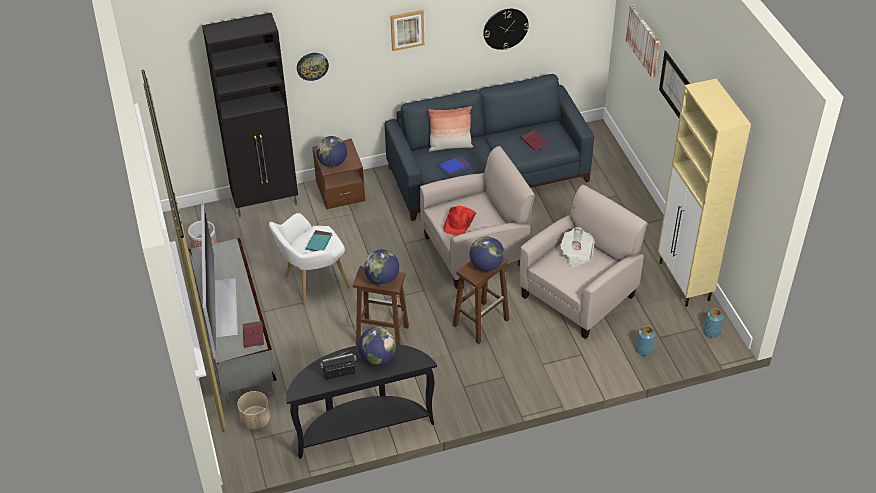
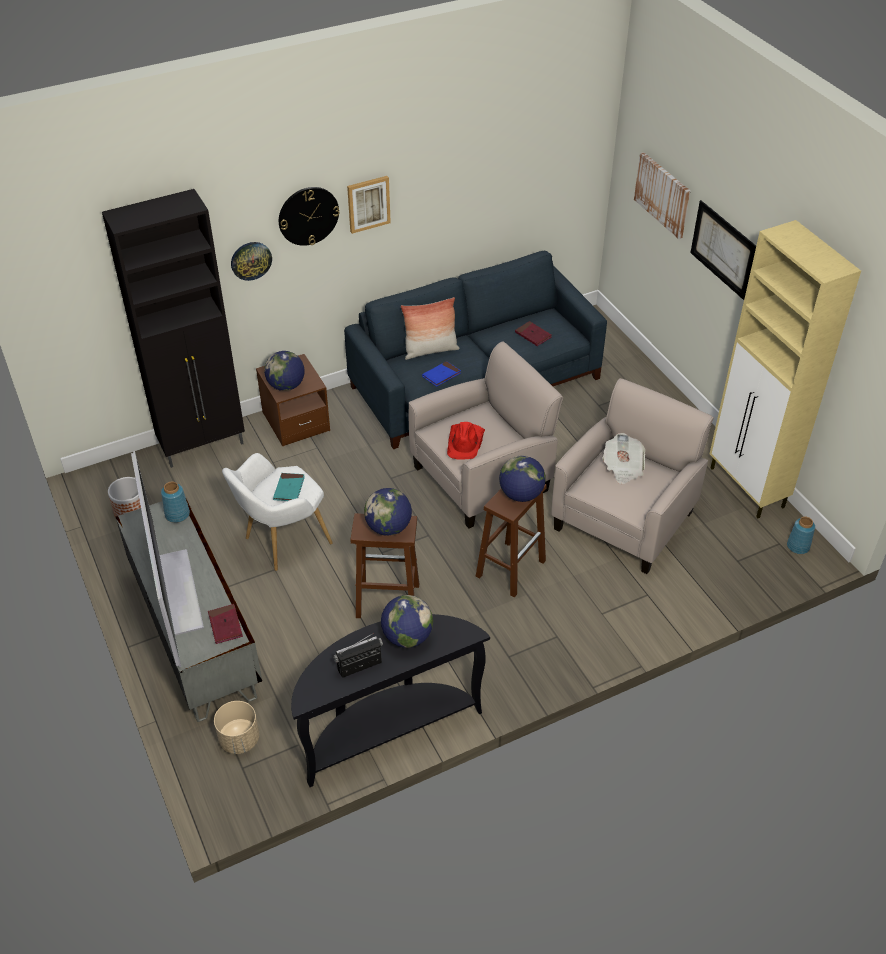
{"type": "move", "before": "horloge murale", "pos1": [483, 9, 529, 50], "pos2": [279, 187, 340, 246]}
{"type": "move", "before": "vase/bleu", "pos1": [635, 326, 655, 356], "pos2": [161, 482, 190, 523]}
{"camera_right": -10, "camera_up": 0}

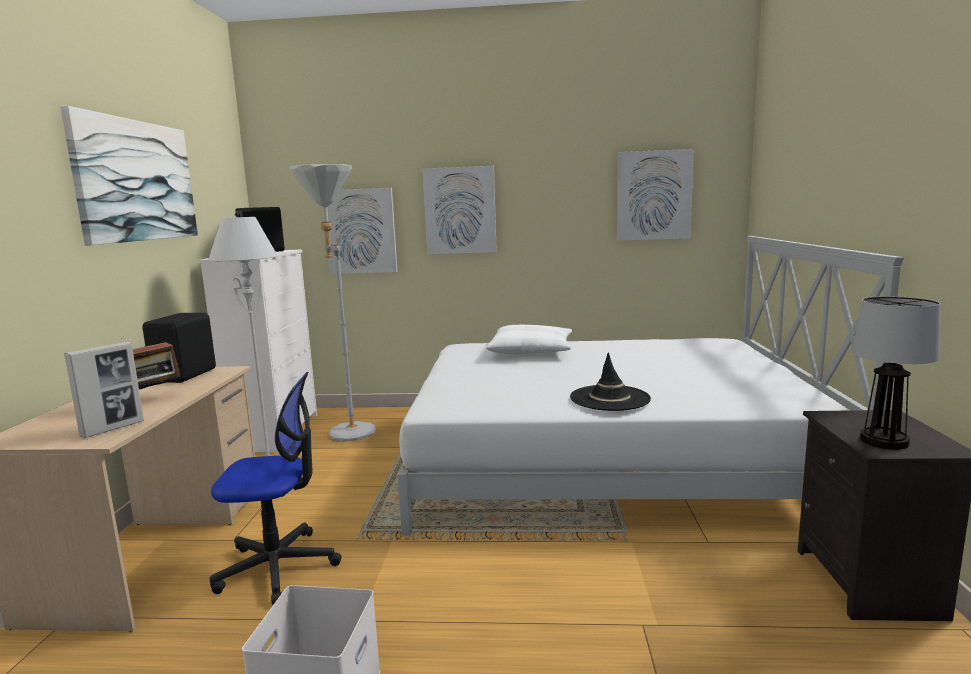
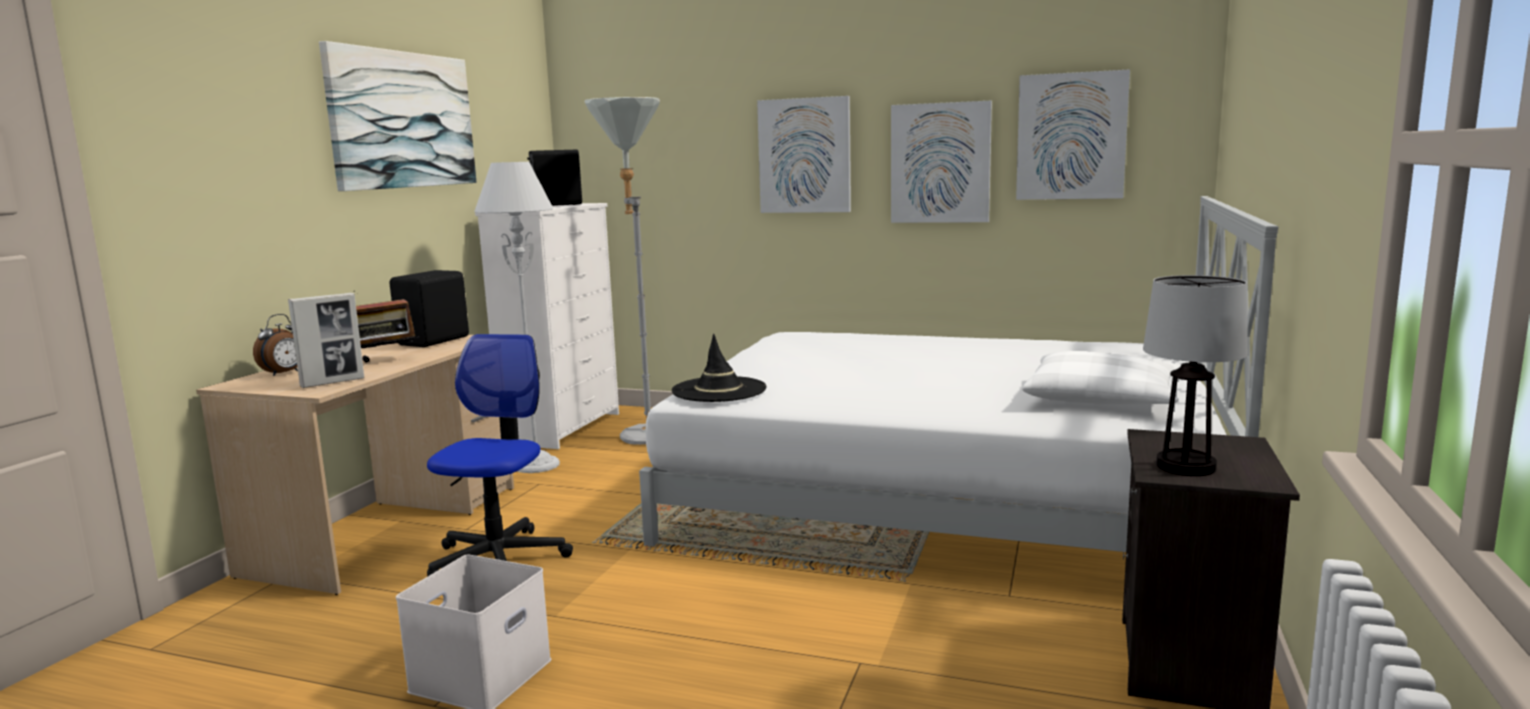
{"type": "insert", "after": "réveil", "pos2": [253, 314, 298, 376]}
{"type": "move", "before": "tableau", "pos1": [327, 188, 398, 274], "pos2": [891, 101, 992, 223]}
{"type": "move", "before": "coussin/blanc", "pos1": [486, 325, 572, 354], "pos2": [1022, 351, 1179, 404]}
{"type": "move", "before": "chapeau/noir", "pos1": [570, 352, 651, 411], "pos2": [671, 334, 767, 402]}
{"type": "rotate", "before": "chaise de bureau", "pos1": [210, 372, 342, 605], "pos2": [427, 334, 573, 577], "turn": -90}
{"camera_right": 15, "camera_up": 0}

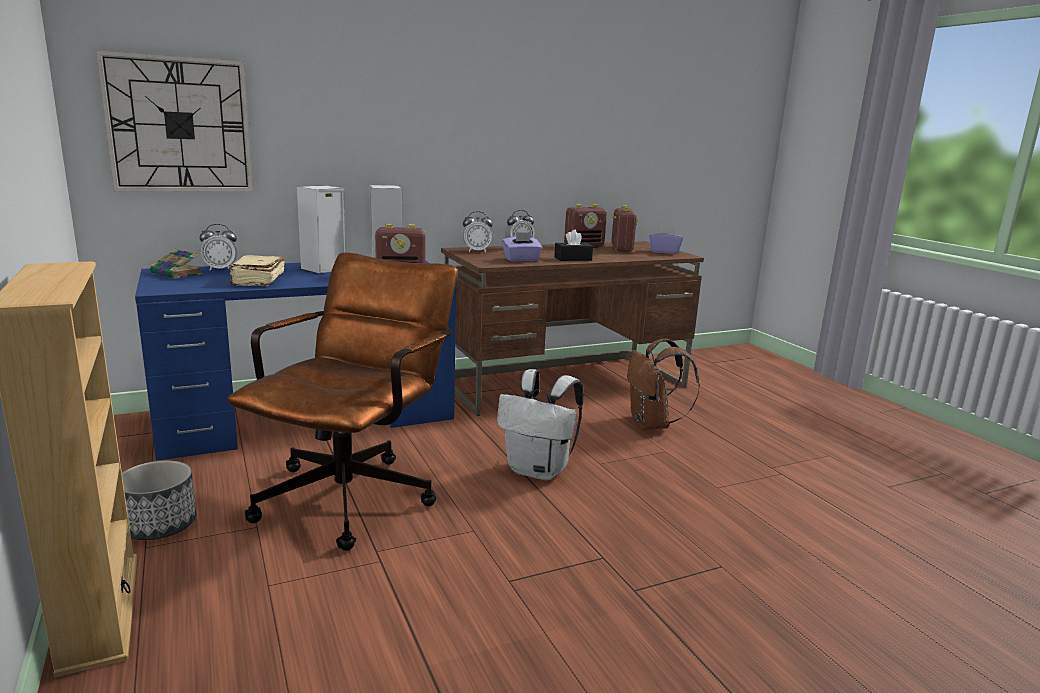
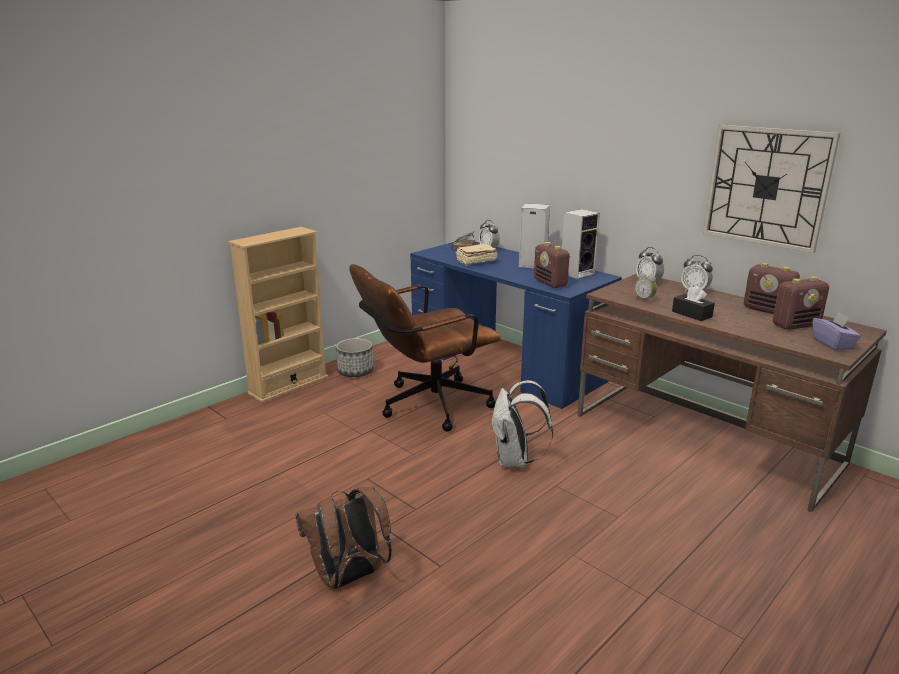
{"type": "move", "before": "horloge murale", "pos1": [95, 50, 253, 192], "pos2": [703, 125, 840, 253]}
{"type": "move", "before": "sac à dos/marron", "pos1": [627, 338, 700, 430], "pos2": [295, 486, 392, 589]}
{"type": "replace", "before": "boîte à mouchoirs/violet", "after": "réveil", "pos1": [502, 232, 543, 262], "pos2": [635, 273, 657, 303]}
{"type": "rotate", "before": "chaise de bureau/marron", "pos1": [227, 252, 458, 551], "pos2": [349, 264, 501, 432], "turn": 150}
{"camera_right": 70, "camera_up": 5}

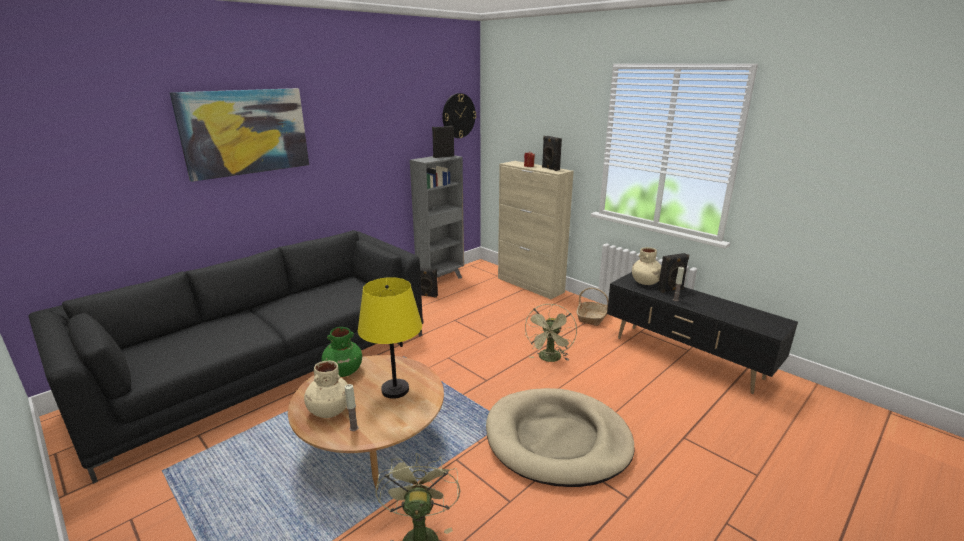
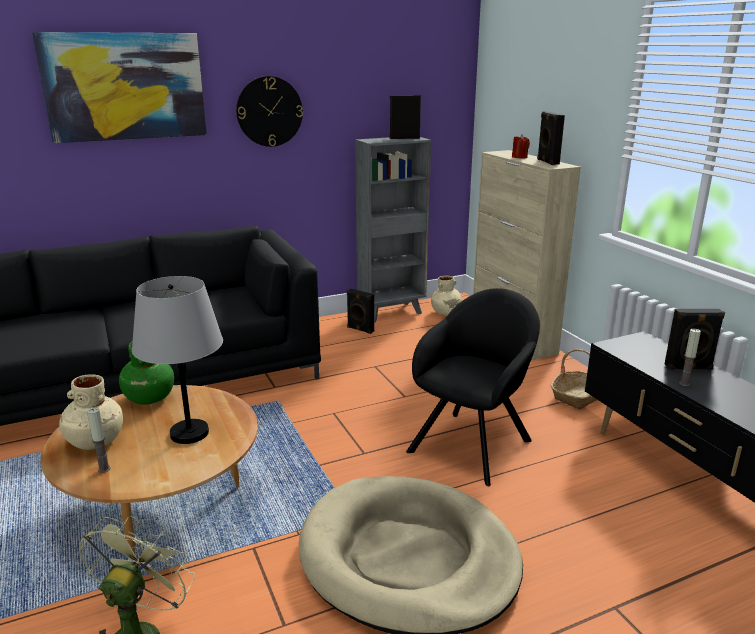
{"type": "move", "before": "horloge murale", "pos1": [442, 93, 476, 138], "pos2": [236, 76, 303, 147]}
{"type": "move", "before": "vase/beige", "pos1": [632, 247, 661, 285], "pos2": [431, 276, 463, 315]}
{"type": "replace", "before": "ventilateur/vert", "after": "fauteuil/noir", "pos1": [524, 304, 577, 362], "pos2": [406, 288, 540, 486]}
{"type": "recolor", "before": "lampe de table/jaune", "after": "lampe de table/gris", "pos1": [358, 277, 422, 399], "pos2": [132, 276, 223, 444]}
{"camera_right": 20, "camera_up": 0}

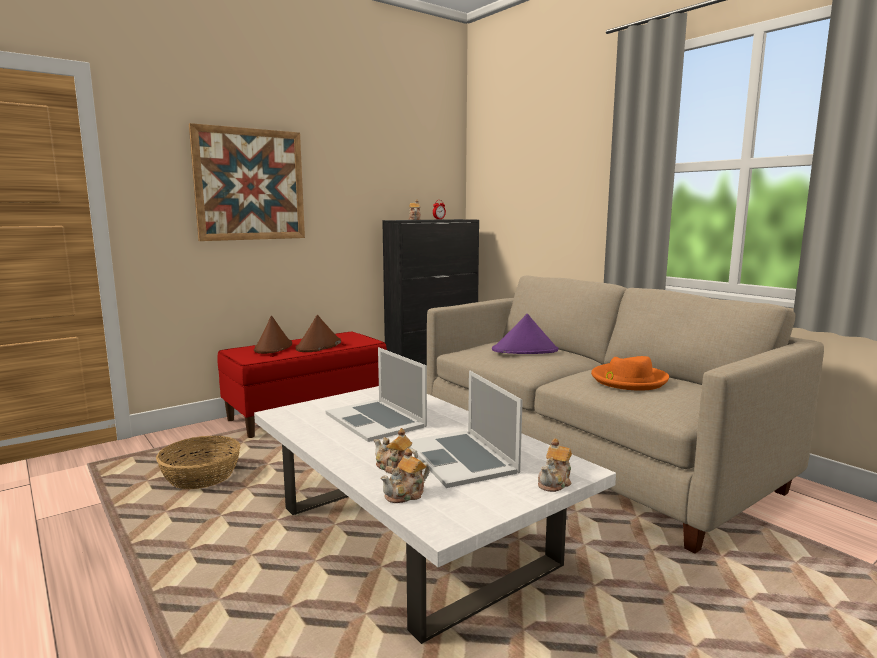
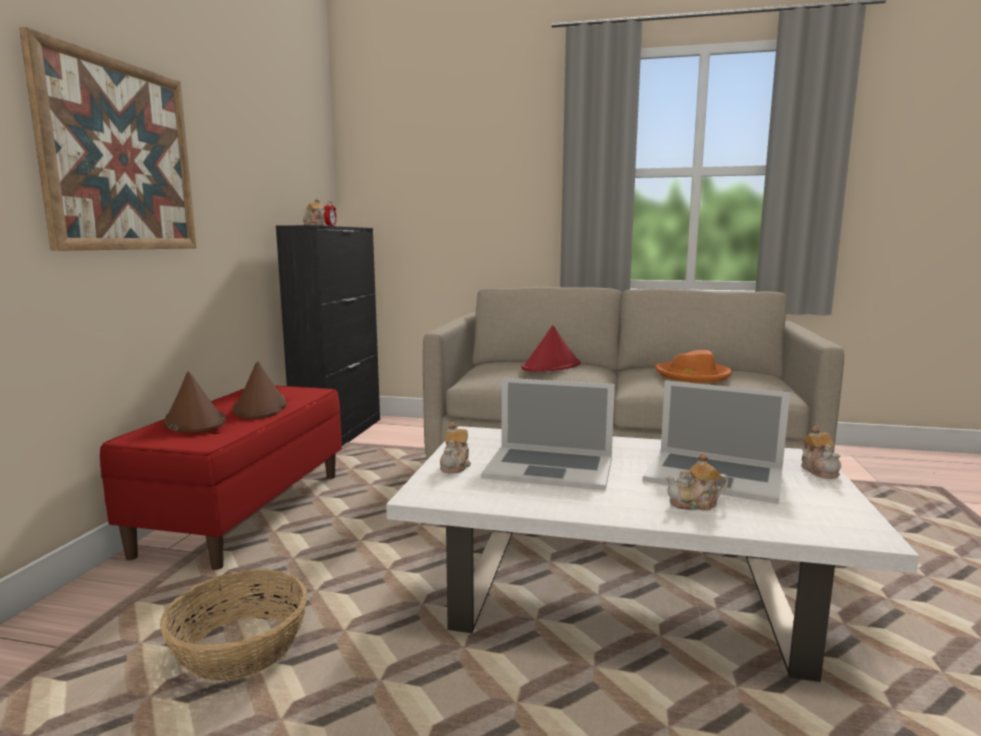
{"type": "move", "before": "théière", "pos1": [381, 448, 430, 503], "pos2": [440, 422, 471, 474]}
{"type": "recolor", "before": "chapeau/violet", "after": "chapeau/rouge", "pos1": [492, 314, 558, 354], "pos2": [522, 325, 581, 372]}
{"camera_right": -40, "camera_up": 0}

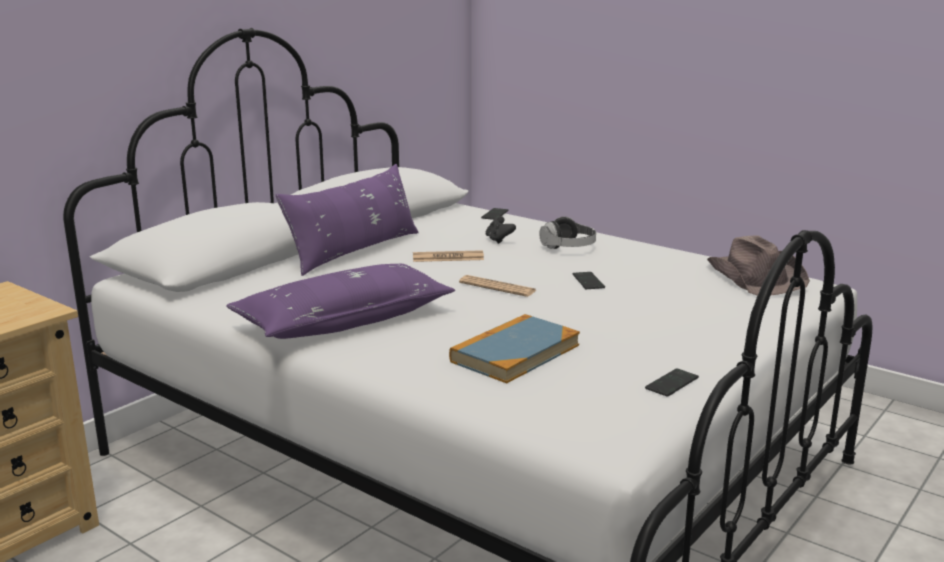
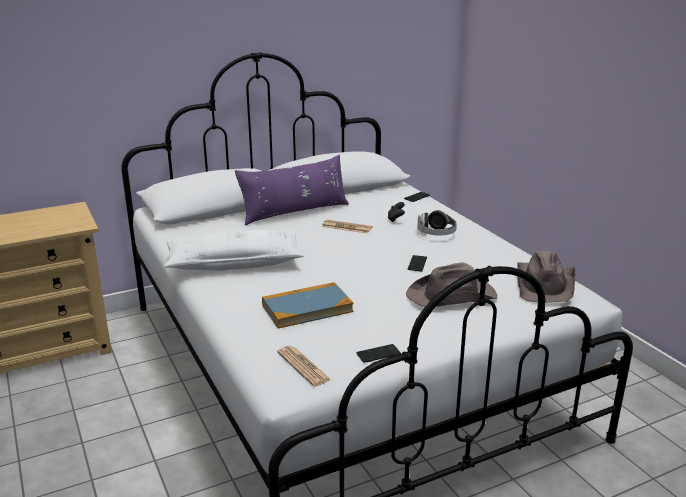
{"type": "insert", "after": "chapeau/marron", "pos2": [406, 263, 497, 307]}
{"type": "move", "before": "journal", "pos1": [459, 275, 537, 297], "pos2": [277, 346, 331, 387]}
{"type": "recolor", "before": "coussin/violet", "after": "coussin/blanc", "pos1": [226, 263, 455, 339], "pos2": [164, 230, 304, 271]}
{"camera_right": 25, "camera_up": 5}

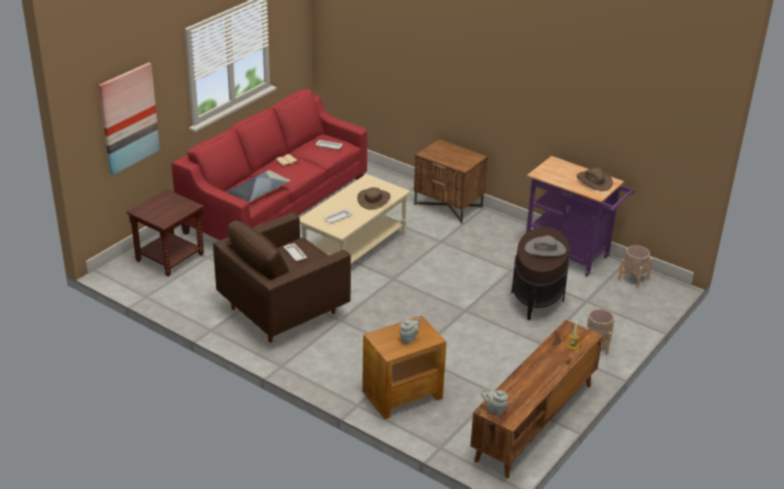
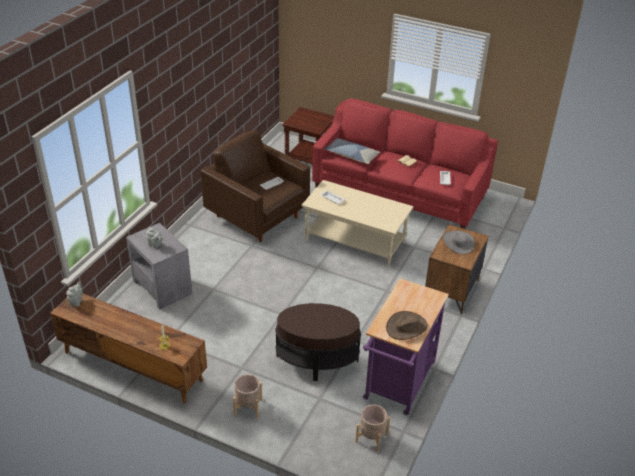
{"type": "delete", "before": "tableau", "pos1": [99, 62, 160, 175]}
{"type": "delete", "before": "chapeau/marron", "pos1": [357, 187, 390, 209]}
{"type": "move", "before": "chapeau/gris", "pos1": [525, 235, 566, 256], "pos2": [443, 231, 475, 254]}
{"type": "recolor", "before": "table d'appoint/marron", "after": "table d'appoint/gris", "pos1": [362, 316, 446, 419], "pos2": [126, 223, 192, 309]}
{"camera_right": 80, "camera_up": 5}

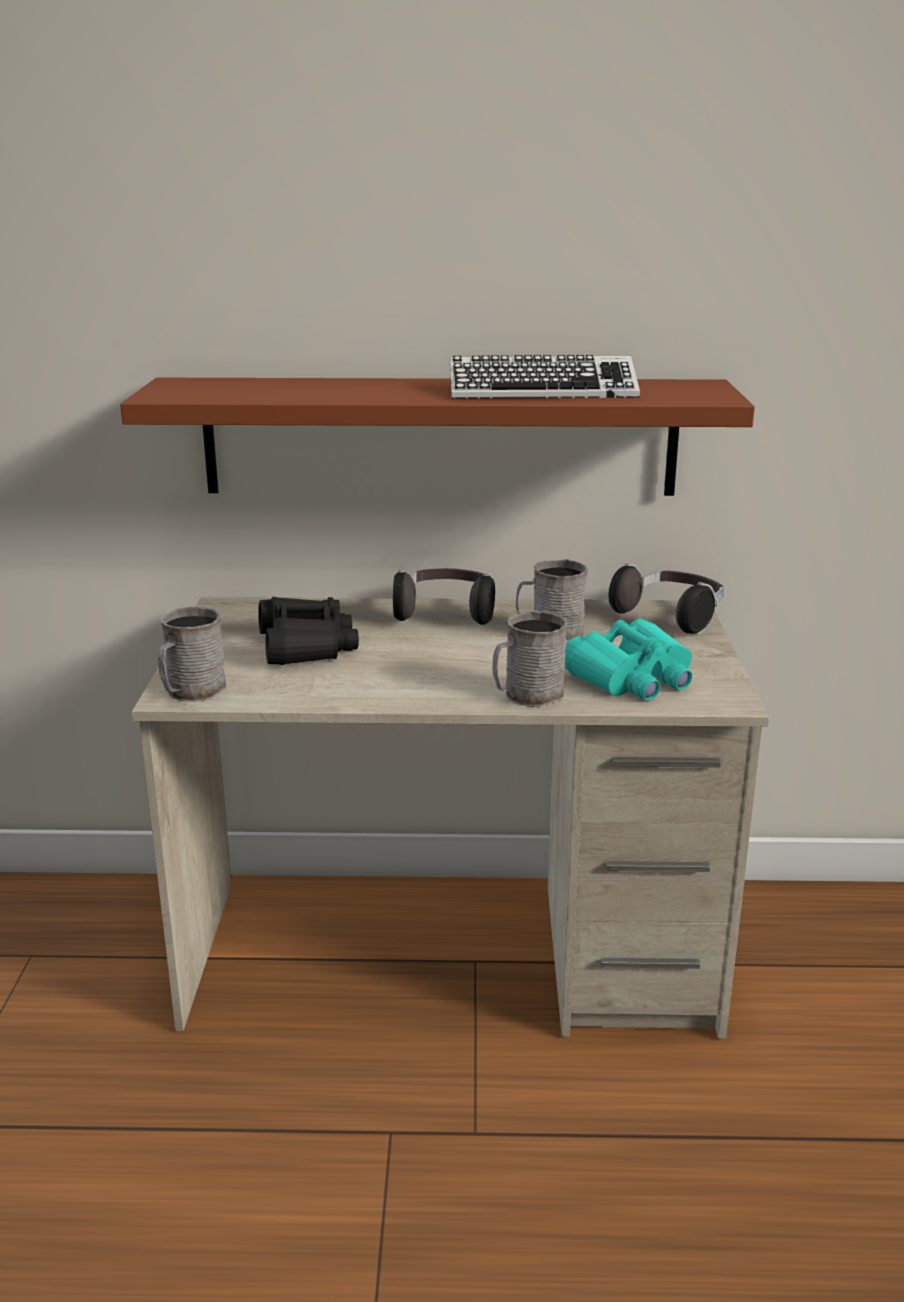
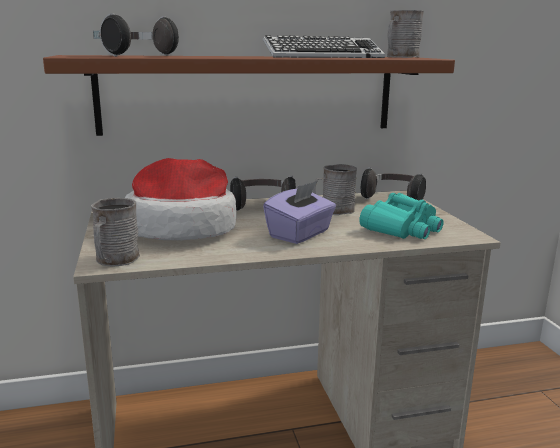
{"type": "insert", "after": "casque audio", "pos2": [93, 13, 179, 56]}
{"type": "insert", "after": "boîte à mouchoirs/violet", "pos2": [263, 181, 336, 244]}
{"type": "move", "before": "mug/gris", "pos1": [492, 610, 567, 707], "pos2": [387, 10, 424, 58]}
{"type": "replace", "before": "jumelles/noir", "after": "chapeau", "pos1": [258, 597, 359, 665], "pos2": [125, 158, 236, 240]}
{"camera_right": -15, "camera_up": -5}

